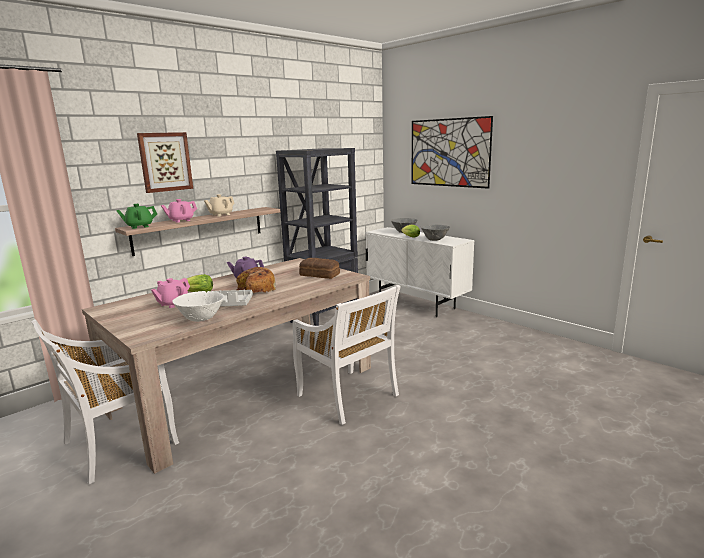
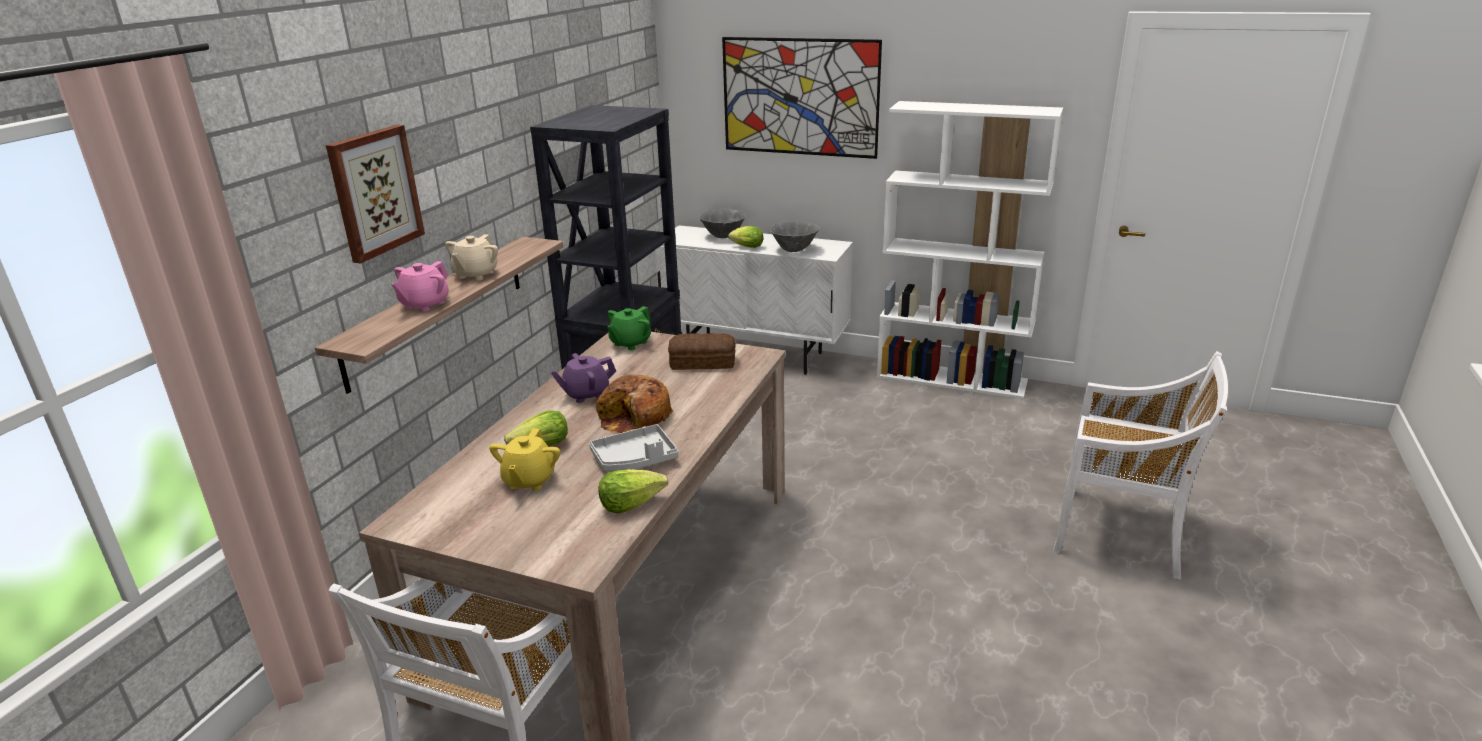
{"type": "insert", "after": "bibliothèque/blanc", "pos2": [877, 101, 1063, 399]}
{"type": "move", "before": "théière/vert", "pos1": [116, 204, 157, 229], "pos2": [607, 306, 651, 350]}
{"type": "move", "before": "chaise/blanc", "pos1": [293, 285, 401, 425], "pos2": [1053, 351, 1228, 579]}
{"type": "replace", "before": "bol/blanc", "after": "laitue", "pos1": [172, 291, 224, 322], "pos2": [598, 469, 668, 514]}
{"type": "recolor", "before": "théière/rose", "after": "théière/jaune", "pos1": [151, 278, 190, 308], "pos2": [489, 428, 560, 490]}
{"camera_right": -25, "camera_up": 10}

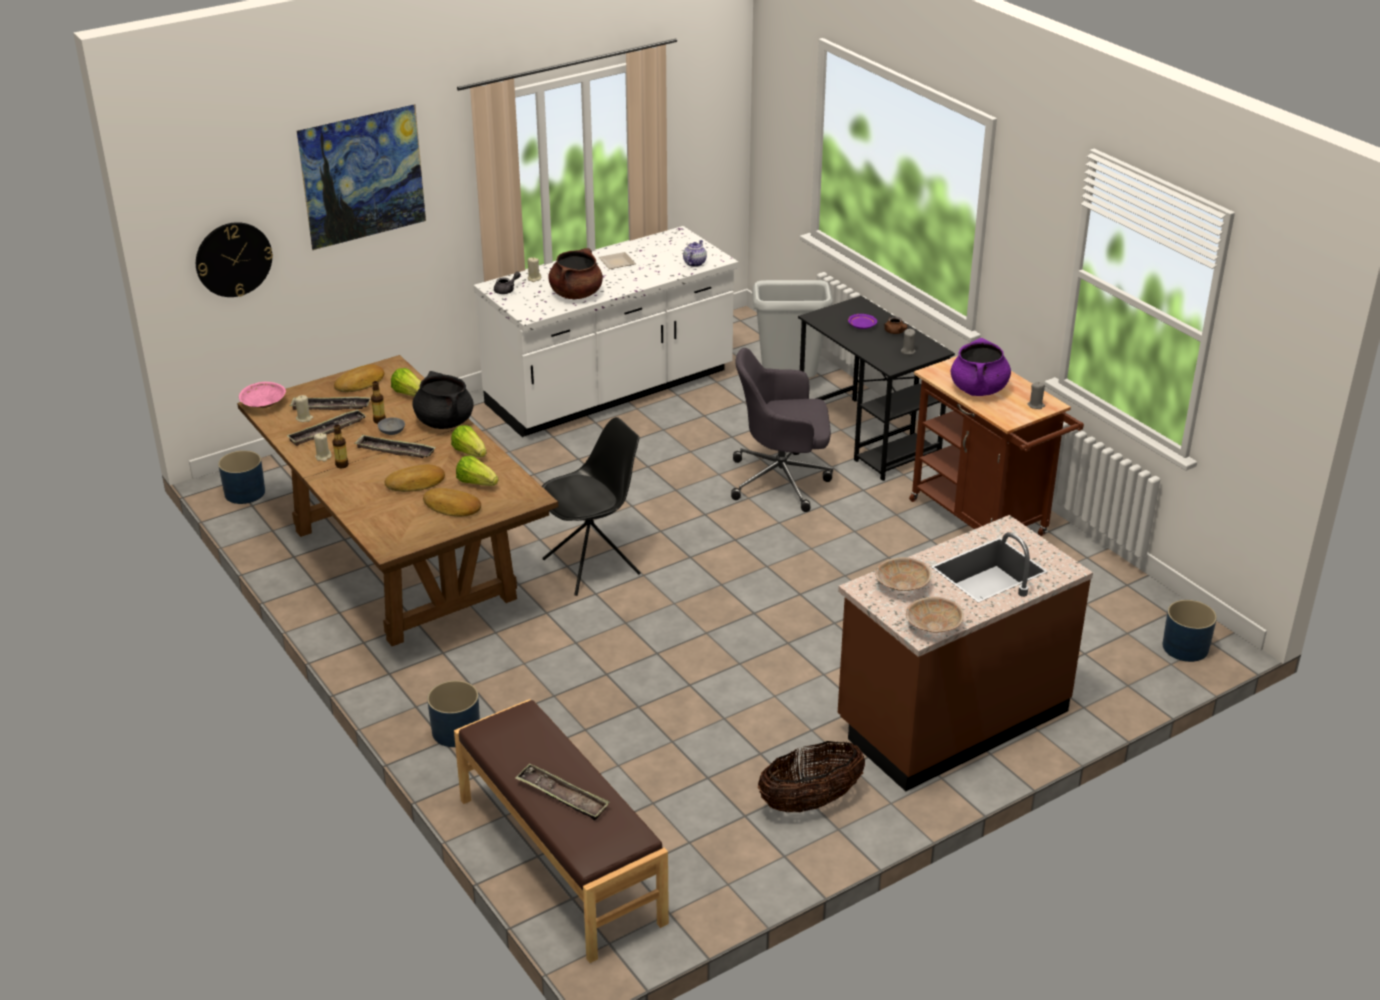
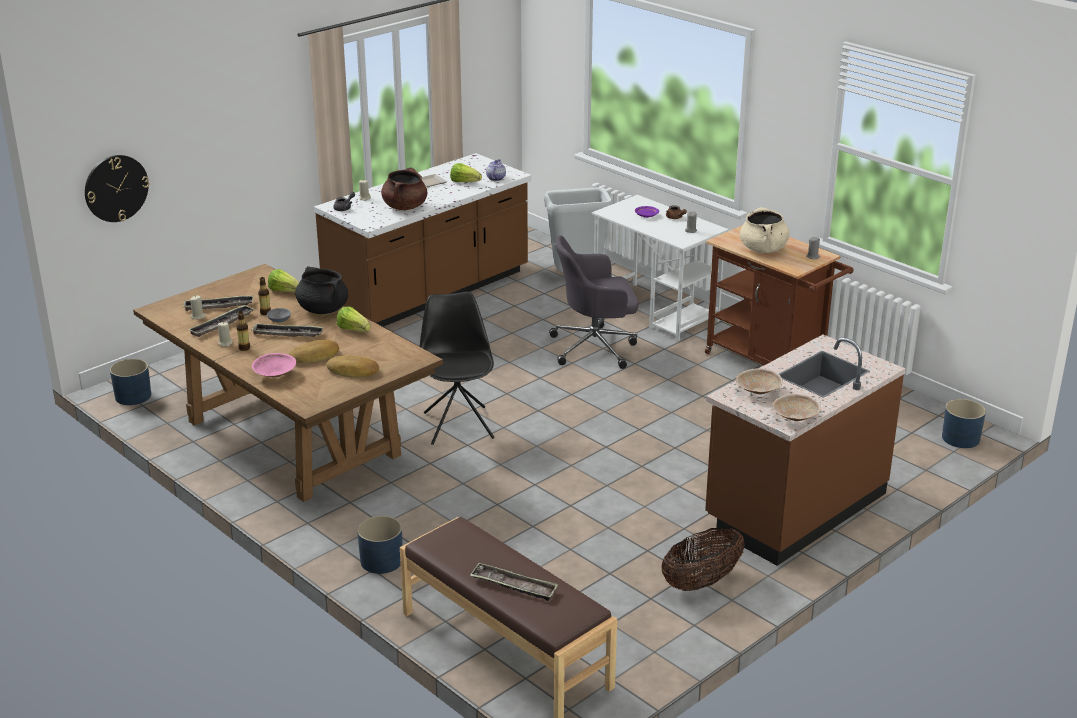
{"type": "delete", "before": "tableau", "pos1": [297, 104, 426, 250]}
{"type": "delete", "before": "pain", "pos1": [334, 364, 384, 392]}
{"type": "move", "before": "bol/rose", "pos1": [239, 382, 286, 408], "pos2": [252, 353, 296, 377]}
{"type": "move", "before": "laitue", "pos1": [456, 456, 498, 486], "pos2": [450, 163, 482, 182]}
{"type": "recolor", "before": "comptoir de cuisine/blanc", "after": "comptoir de cuisine/marron", "pos1": [474, 226, 738, 437], "pos2": [314, 153, 532, 327]}
{"type": "recolor", "before": "bureau/noir", "after": "bureau/blanc", "pos1": [798, 296, 955, 481], "pos2": [592, 195, 729, 341]}
{"type": "recolor", "before": "marmite/violet", "after": "marmite/beige", "pos1": [951, 338, 1011, 396], "pos2": [740, 207, 790, 253]}
{"type": "rotate", "before": "chaise/noir", "pos1": [542, 417, 641, 596], "pos2": [420, 292, 495, 445], "turn": -60}
{"camera_right": -10, "camera_up": -5}

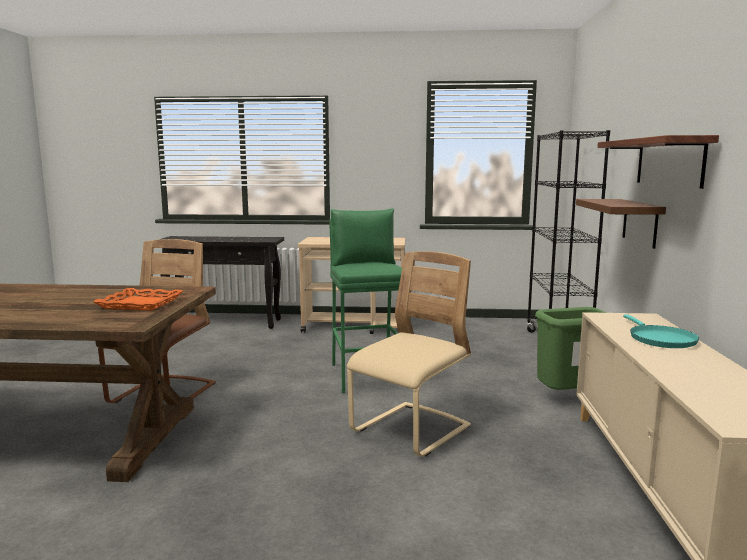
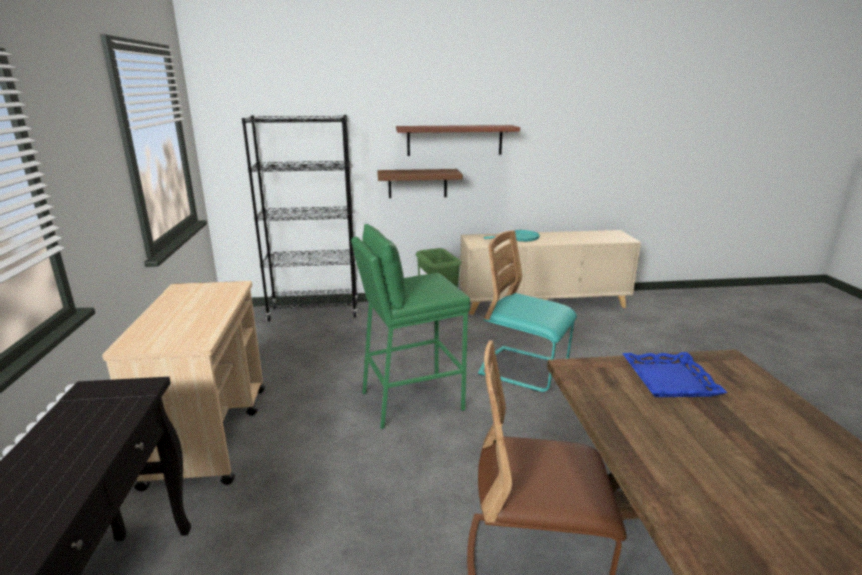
{"type": "recolor", "before": "plateau/orange", "after": "plateau/bleu", "pos1": [93, 288, 183, 311], "pos2": [622, 352, 727, 397]}
{"type": "recolor", "before": "chaise/beige", "after": "chaise/turquoise", "pos1": [347, 251, 471, 457], "pos2": [478, 230, 577, 392]}
{"camera_right": -100, "camera_up": 10}

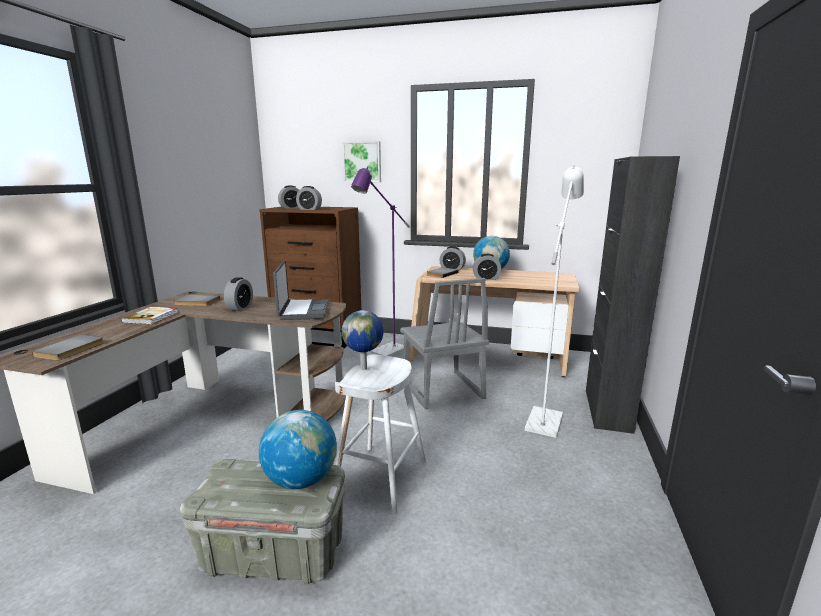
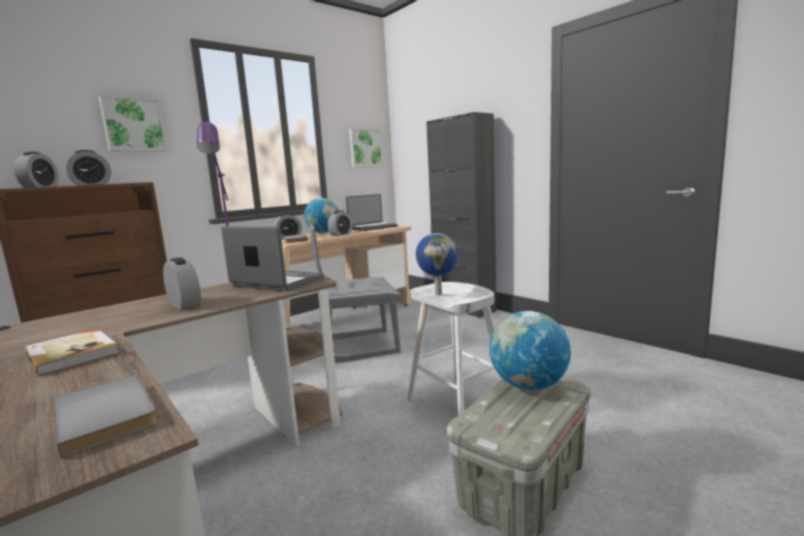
{"type": "delete", "before": "livre/gris", "pos1": [173, 295, 220, 306]}
{"type": "delete", "before": "lampadaire/blanc", "pos1": [525, 165, 584, 438]}
{"type": "insert", "after": "ordinateur portable", "pos2": [346, 194, 398, 231]}
{"type": "insert", "after": "tableau", "pos2": [349, 129, 383, 167]}
{"type": "rotate", "before": "chaise/gris", "pos1": [400, 278, 489, 410], "pos2": [309, 224, 401, 363], "turn": 150}
{"camera_right": -55, "camera_up": -5}

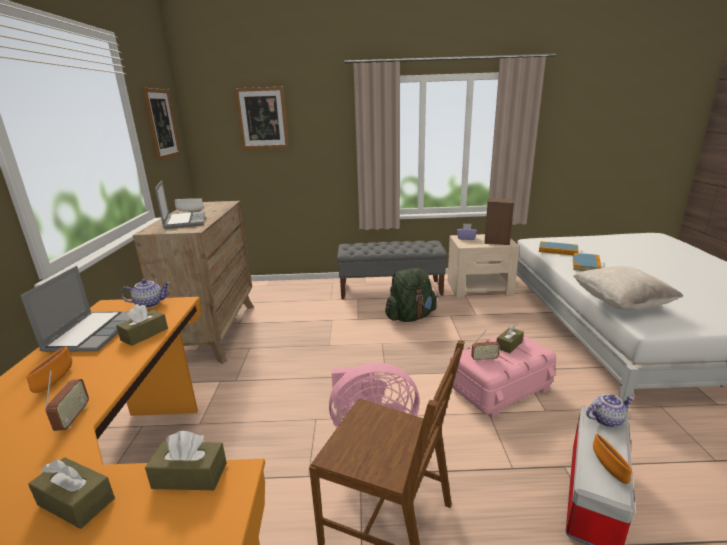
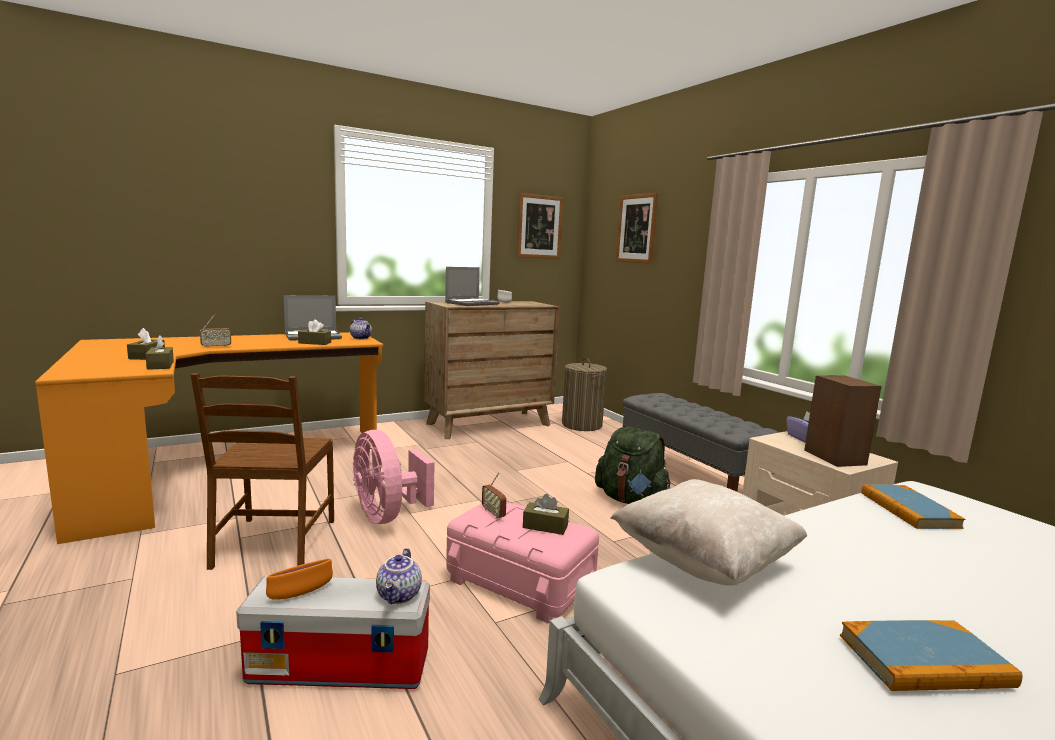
{"type": "delete", "before": "bol/orange", "pos1": [26, 347, 72, 393]}
{"type": "insert", "after": "panier à linge", "pos2": [562, 357, 607, 431]}
{"type": "move", "before": "livre", "pos1": [573, 253, 602, 271], "pos2": [840, 620, 1023, 691]}
{"type": "rotate", "before": "théière", "pos1": [586, 394, 634, 427], "pos2": [376, 548, 422, 604], "turn": 45}
{"camera_right": 60, "camera_up": -10}

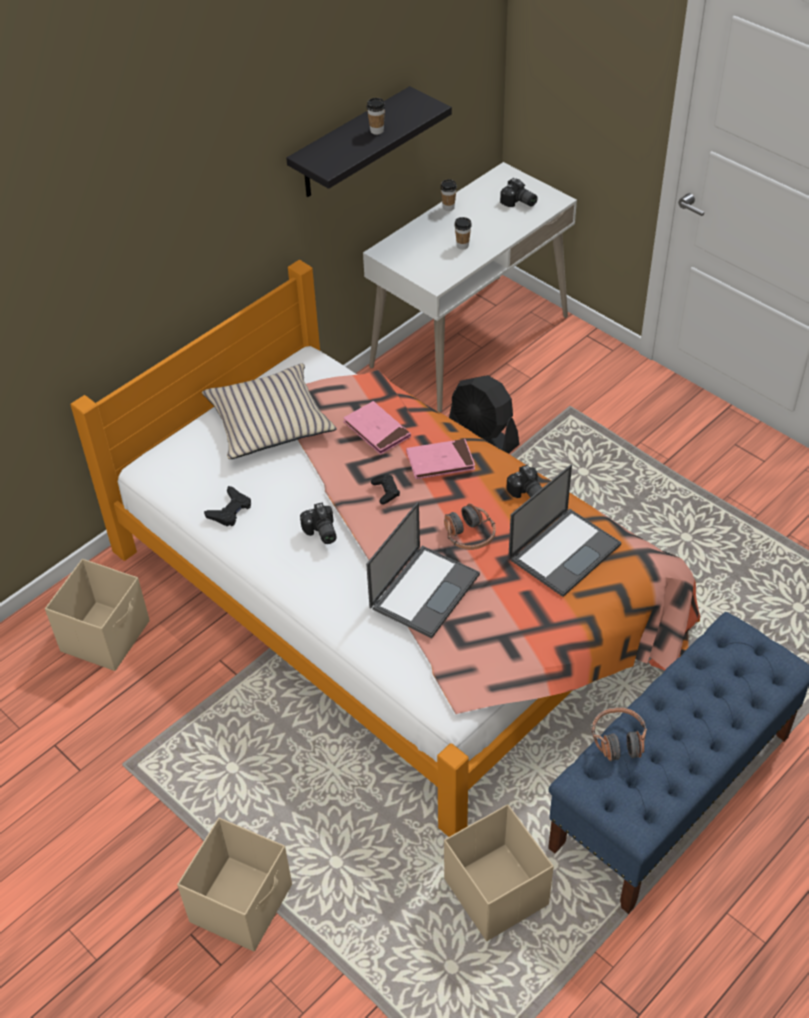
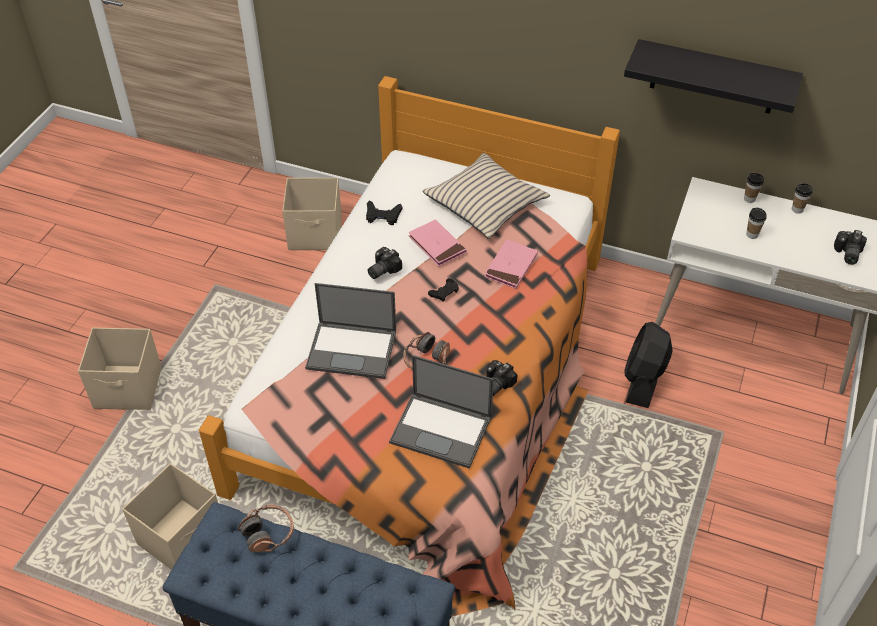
{"type": "move", "before": "tasse", "pos1": [367, 98, 385, 135], "pos2": [744, 173, 764, 203]}
{"type": "move", "before": "livre/rose", "pos1": [406, 439, 475, 479], "pos2": [408, 220, 466, 267]}
{"camera_right": 65, "camera_up": 0}

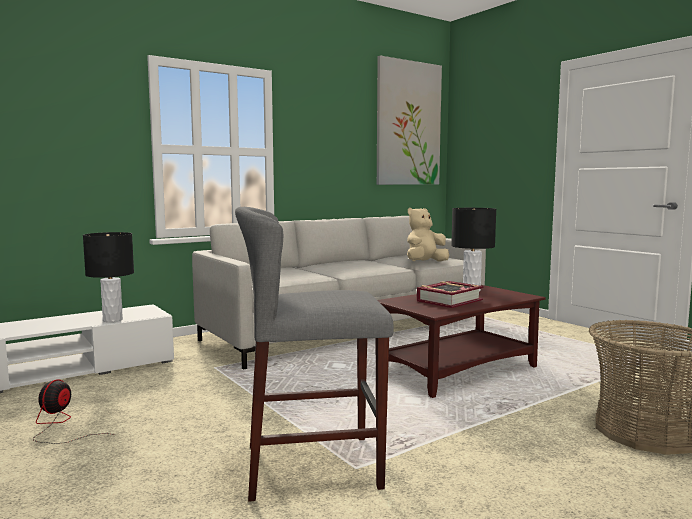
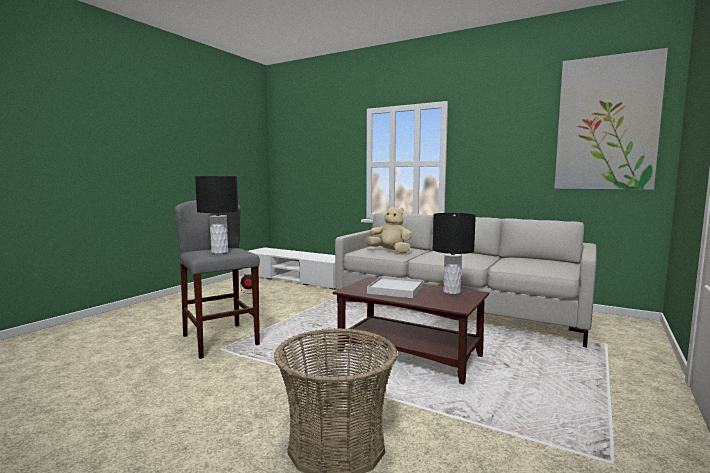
{"type": "move", "before": "lampe de table/noir", "pos1": [83, 232, 134, 322], "pos2": [195, 176, 238, 254]}
{"type": "move", "before": "peluche/beige", "pos1": [407, 208, 449, 262], "pos2": [365, 206, 412, 253]}
{"type": "replace", "before": "livre", "after": "plateau/blanc", "pos1": [417, 281, 484, 308], "pos2": [367, 276, 423, 298]}
{"camera_right": 65, "camera_up": 0}

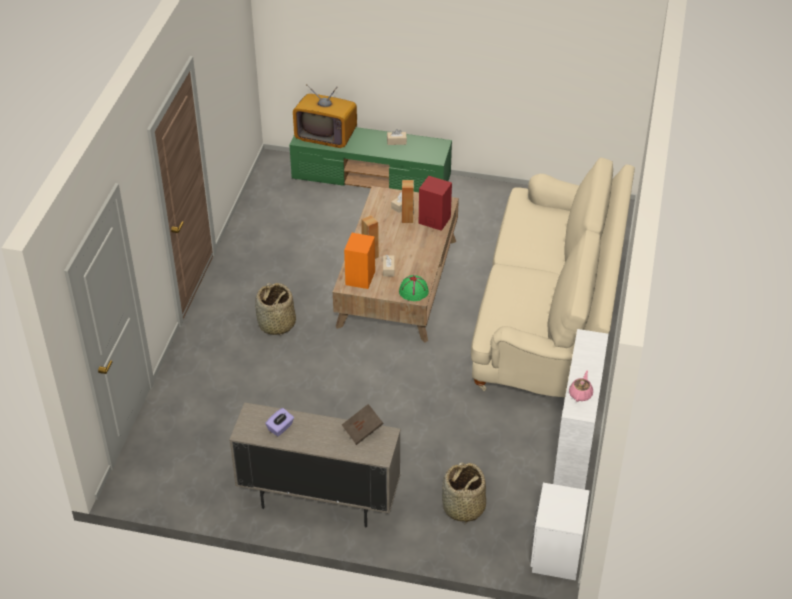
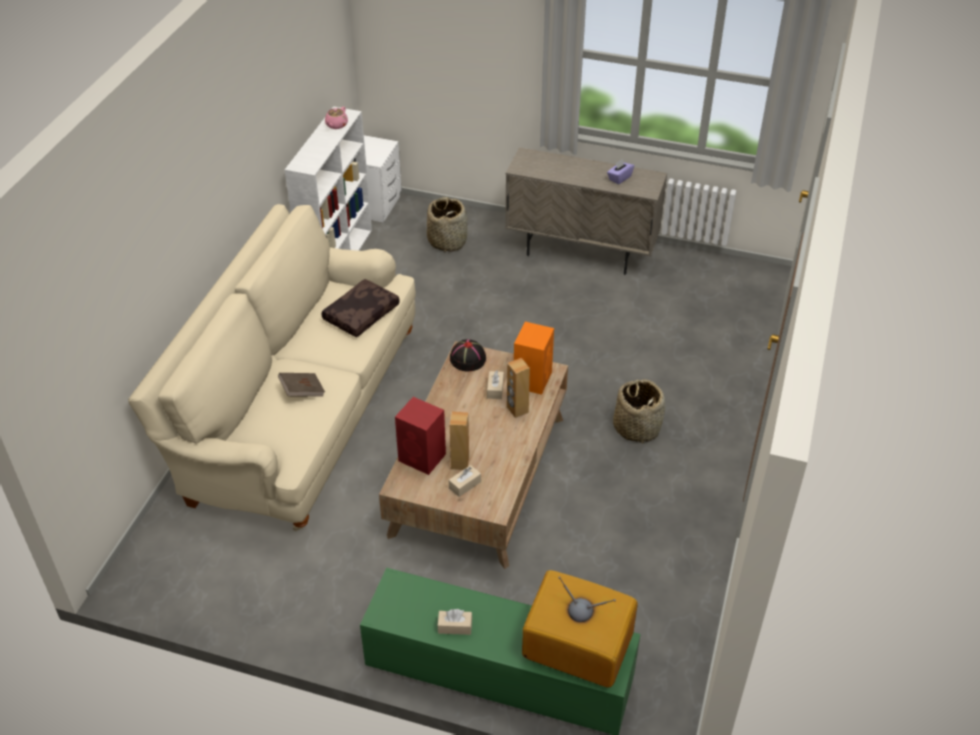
{"type": "insert", "after": "coussin/marron", "pos2": [321, 279, 400, 337]}
{"type": "move", "before": "livre/marron", "pos1": [342, 404, 384, 445], "pos2": [278, 373, 325, 397]}
{"type": "recolor", "before": "chapeau/vert", "after": "chapeau/noir", "pos1": [399, 275, 429, 301], "pos2": [450, 339, 486, 371]}
{"camera_right": -175, "camera_up": 0}

